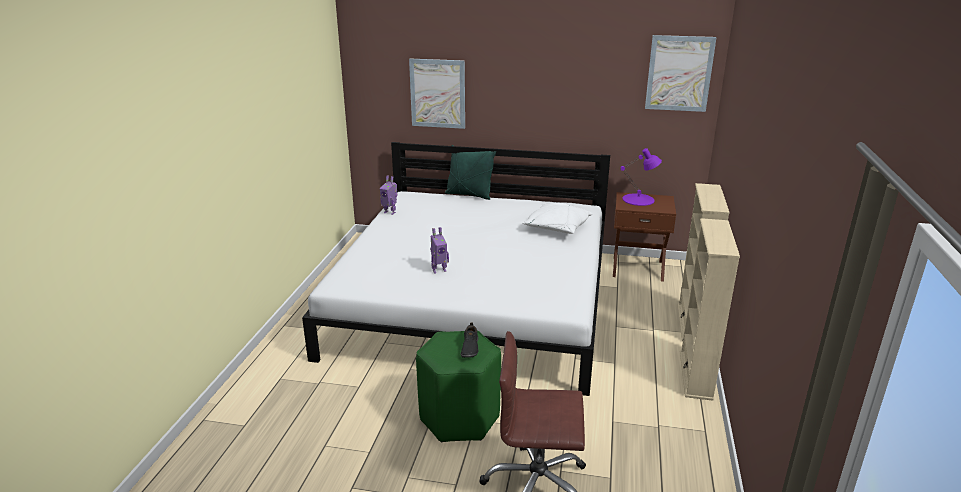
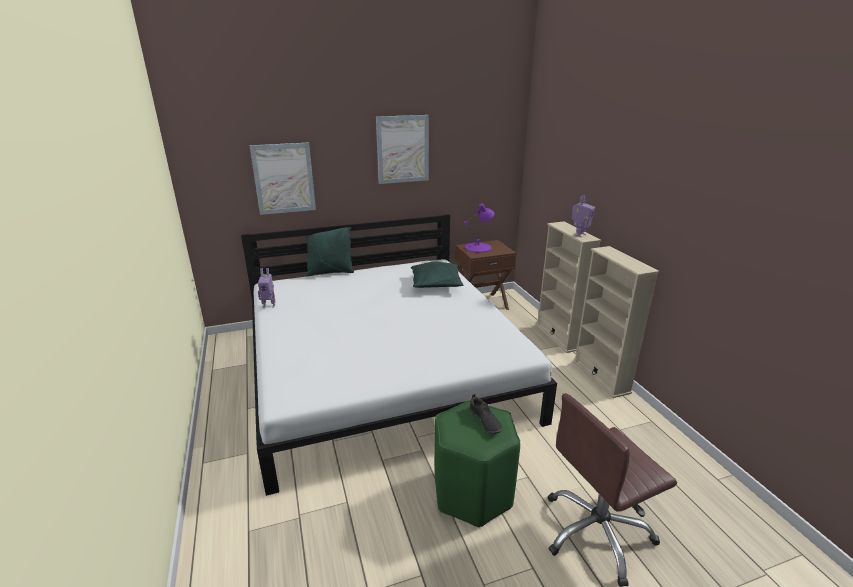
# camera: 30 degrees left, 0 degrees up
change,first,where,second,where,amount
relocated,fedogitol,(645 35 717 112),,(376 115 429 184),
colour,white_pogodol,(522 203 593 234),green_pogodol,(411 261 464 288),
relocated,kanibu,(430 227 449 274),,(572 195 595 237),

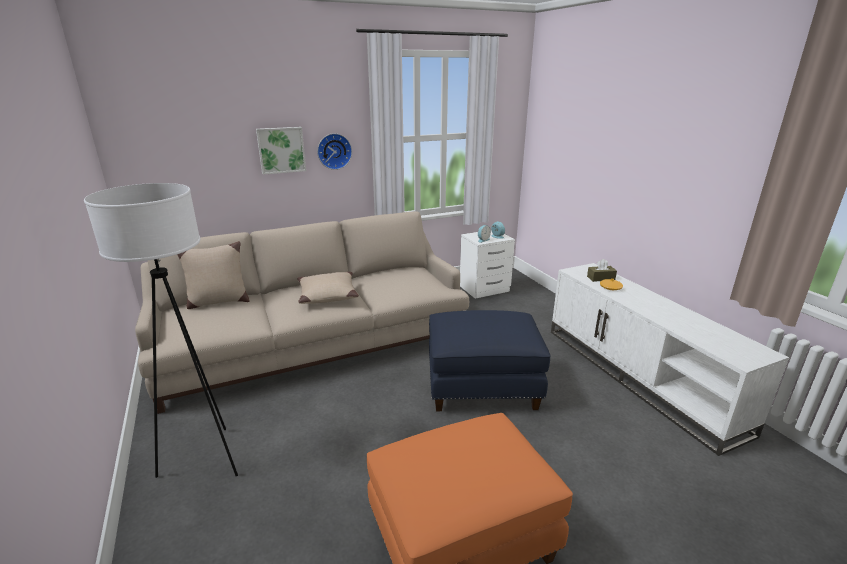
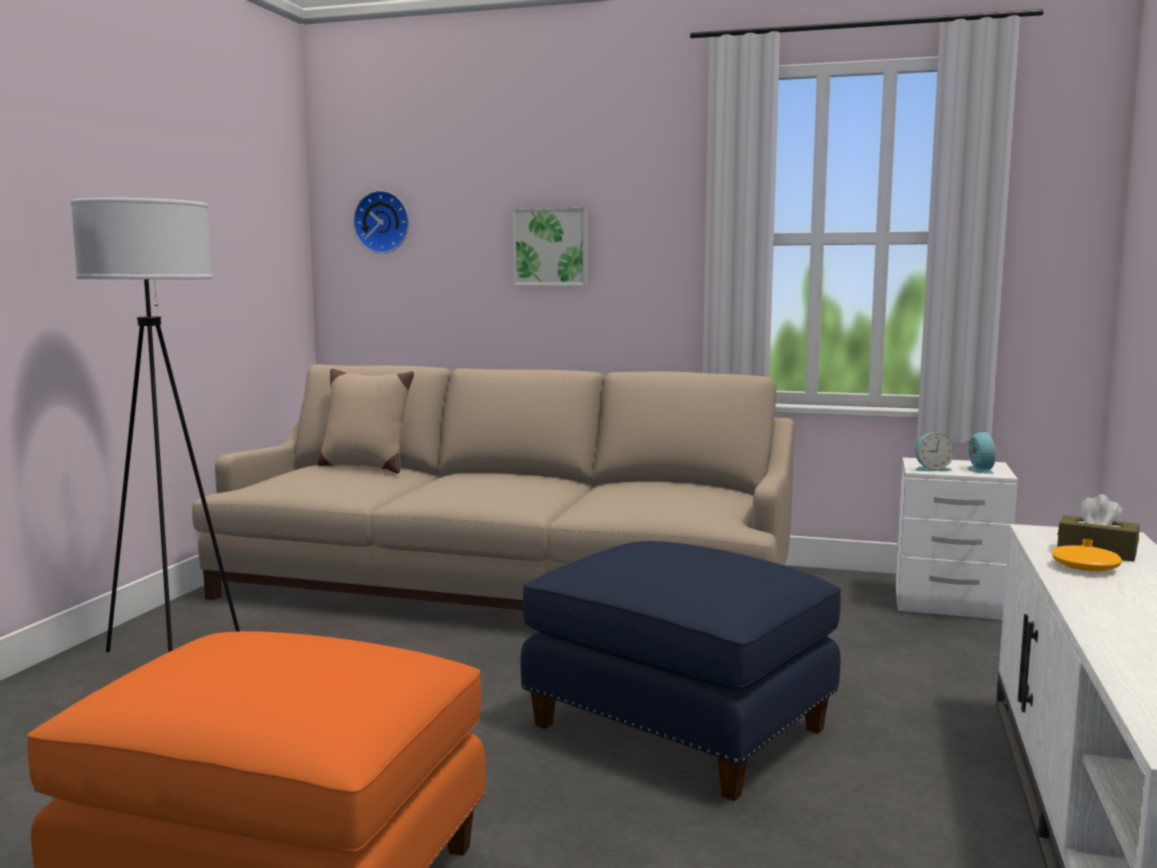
# camera: 40 degrees right, 15 degrees down
change,first,where,second,where,amount
relocated,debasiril,(317 133 352 170),,(353 190 409 254),
missing,beige_pogodol,(297 272 359 304),,,

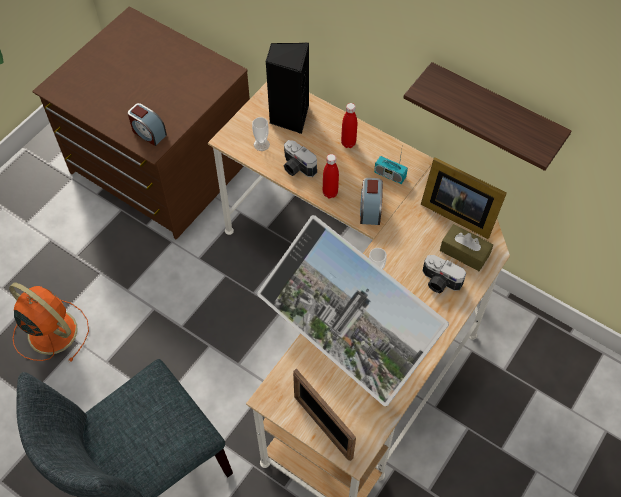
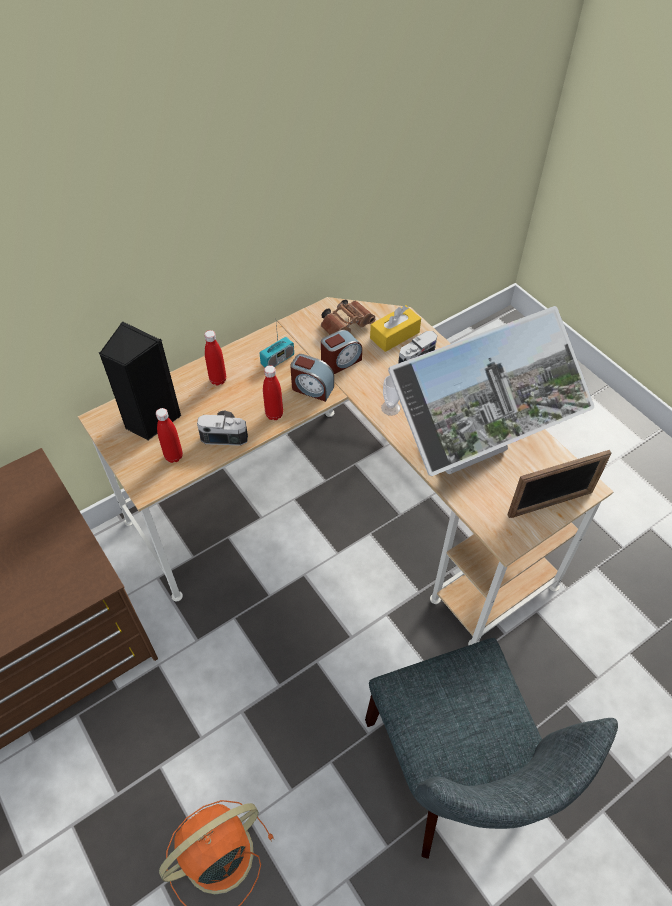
# camera: 70 degrees left, 5 degrees down
change,first,where,second,where,amount
missing,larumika,(404 62 571 171),,,
relocated,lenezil,(128 103 167 146),,(321 330 362 374),
exchanged,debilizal,(252 117 270 151),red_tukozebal,(156 408 183 463),
spun,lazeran,(284 140 317 177),,(197 410 248 446),150 degrees counterclockwise
exchanged,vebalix,(421 158 507 239),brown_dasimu,(321 300 375 335),
colour,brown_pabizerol,(440 224 493 271),yellow_pabizerol,(370 305 421 352),

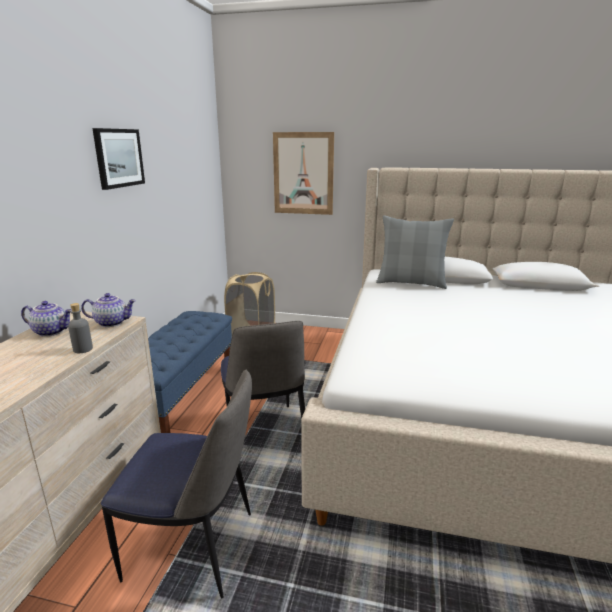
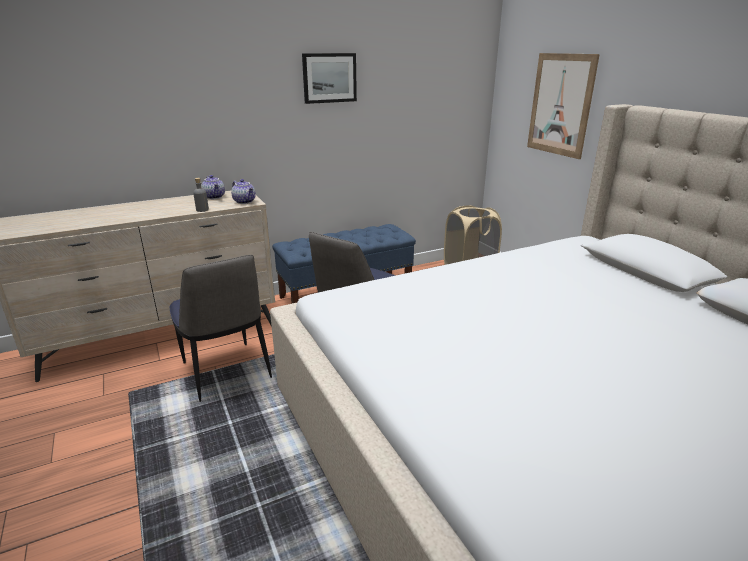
# camera: 50 degrees right, 5 degrees up
change,first,where,second,where,amount
missing,grey_pogodol,(376 215 454 289),,,

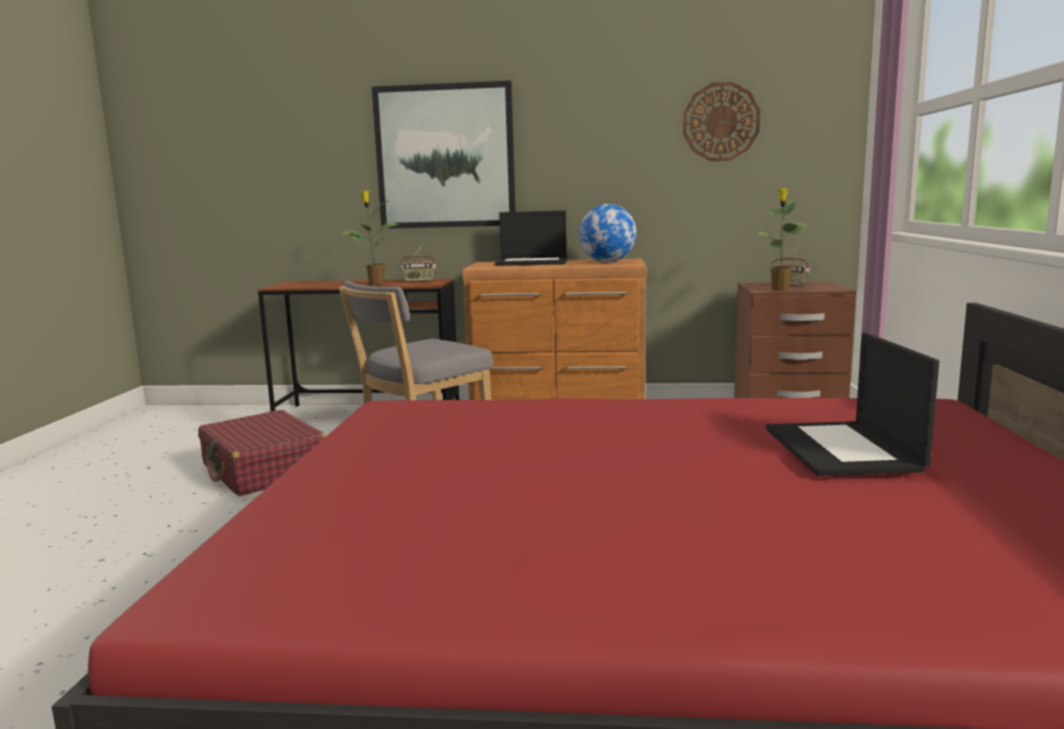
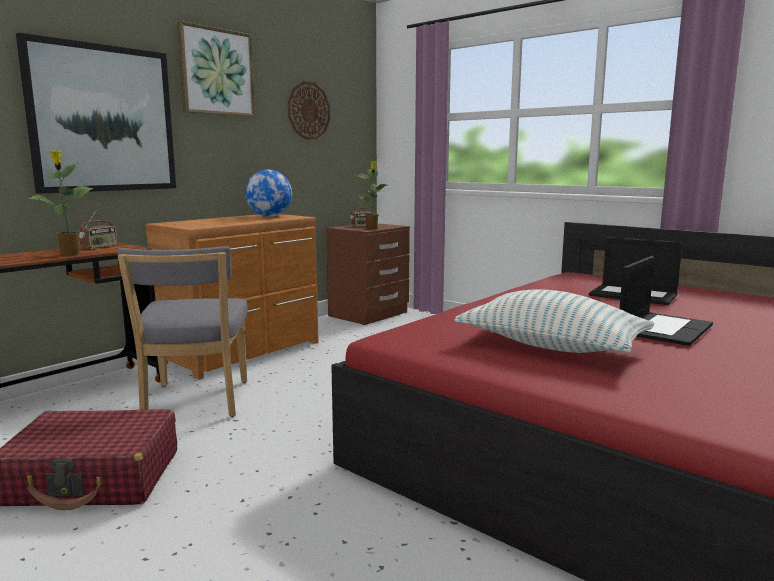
# camera: 55 degrees left, 0 degrees up
change,first,where,second,where,amount
relocated,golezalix,(495 211 567 266),,(619 256 713 346),
appeared,,,fedogitol,(177 21 255 117),
appeared,,,pogodol,(455 290 654 353),

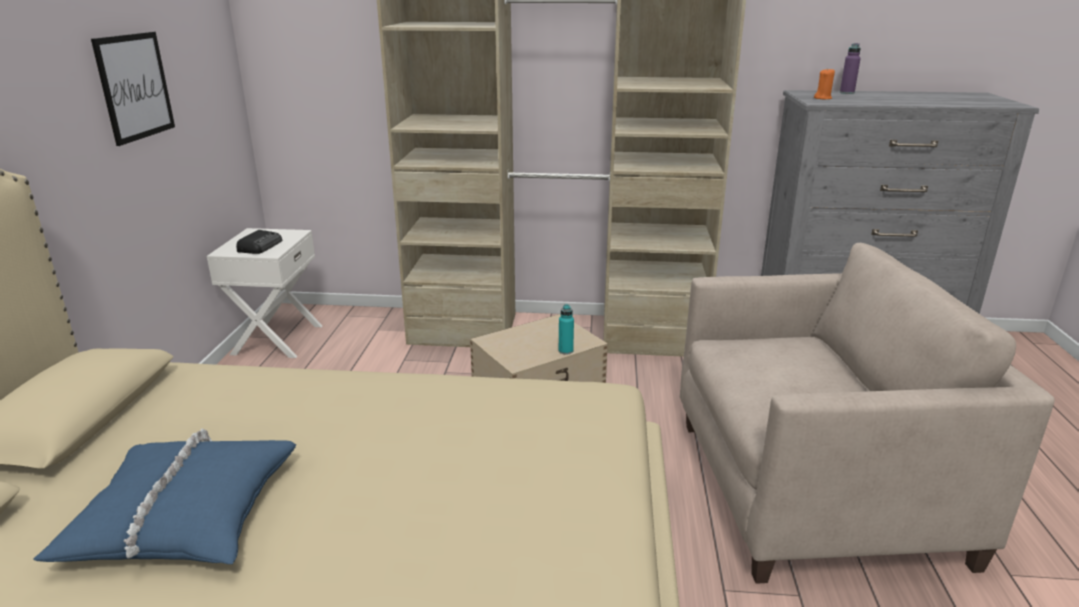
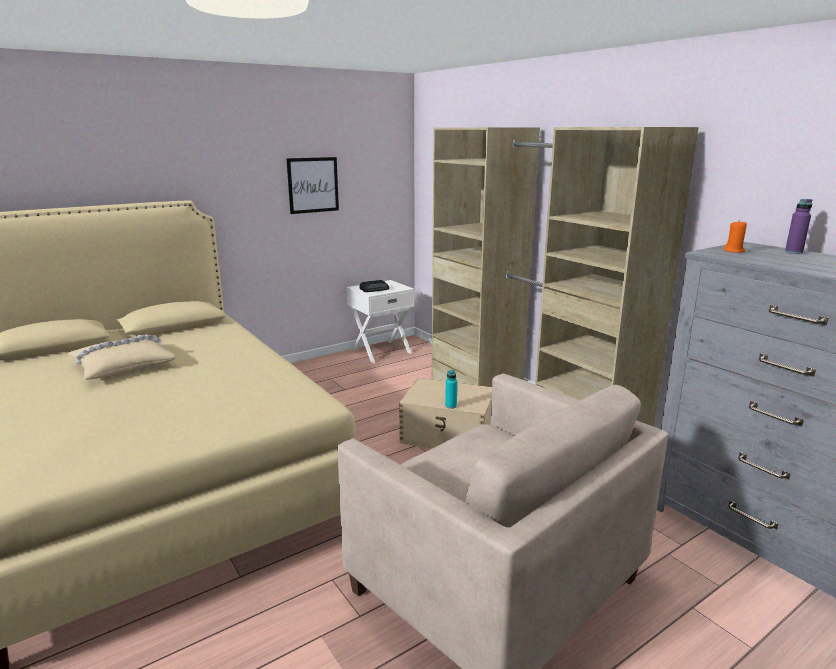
# camera: 50 degrees right, 5 degrees down
change,first,where,second,where,amount
colour,blue_pogodol,(33 429 296 564),beige_pogodol,(68 335 176 380),

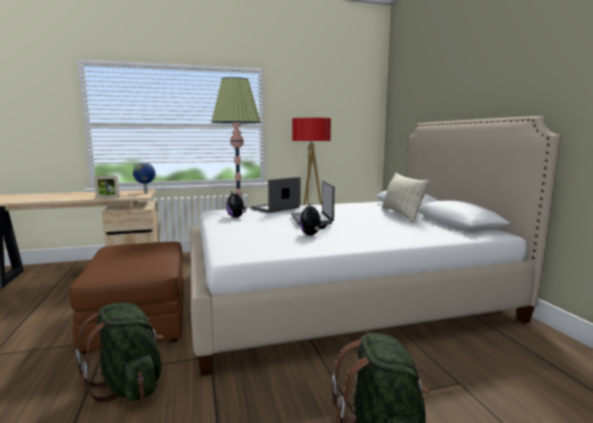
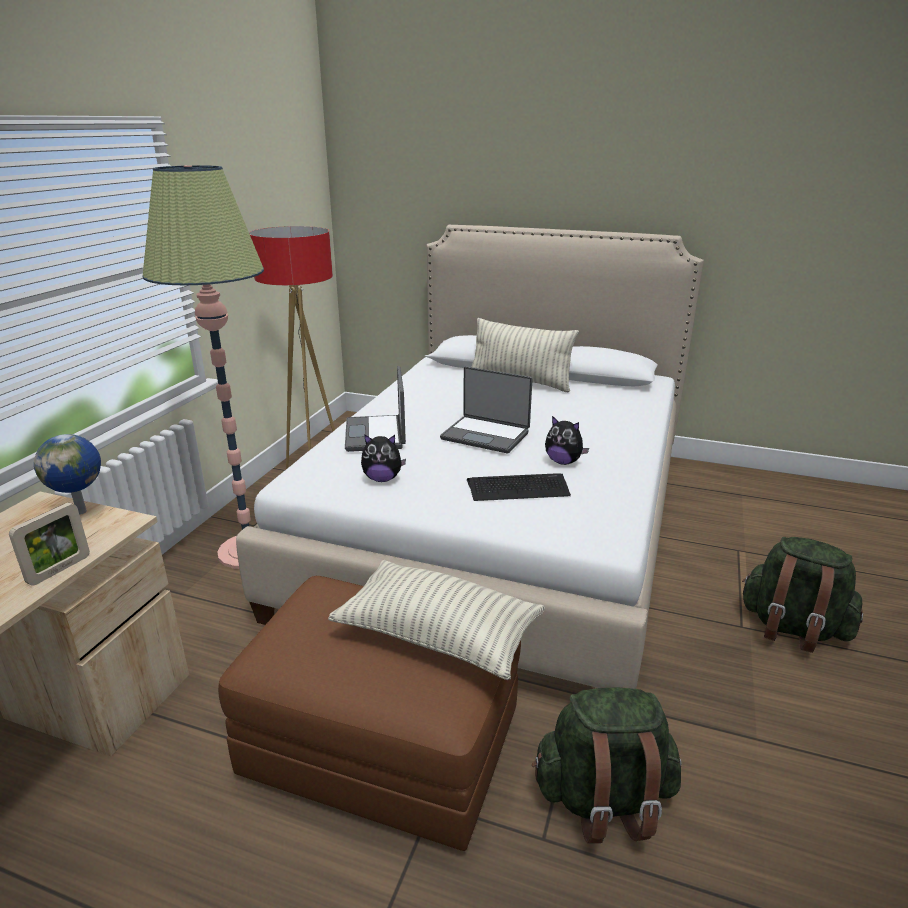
# camera: 55 degrees left, 15 degrees up
change,first,where,second,where,amount
appeared,,,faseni,(467 473 571 501),
appeared,,,pogodol,(328 560 545 680),

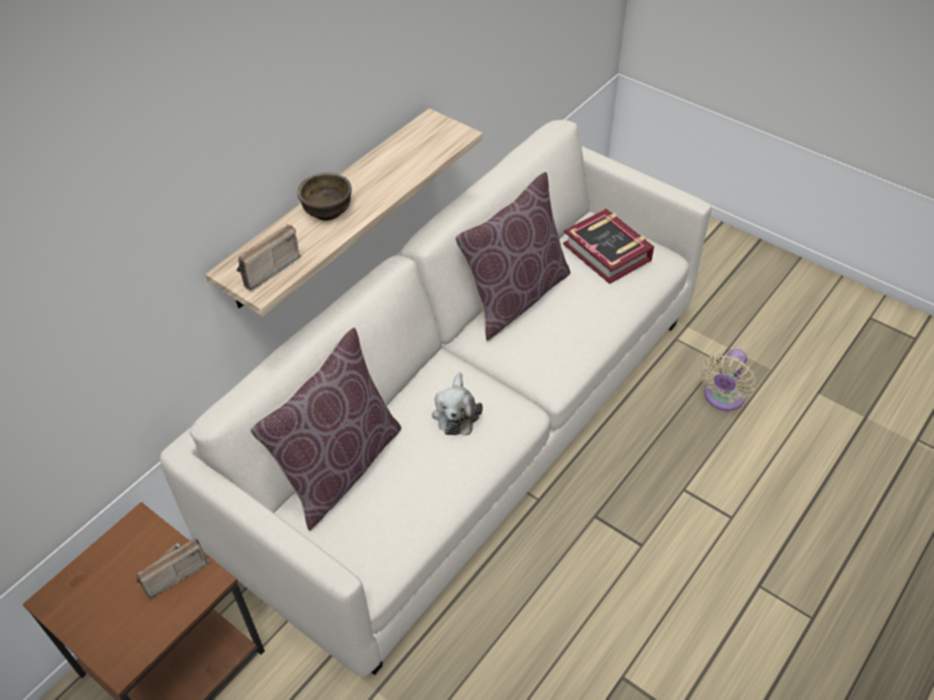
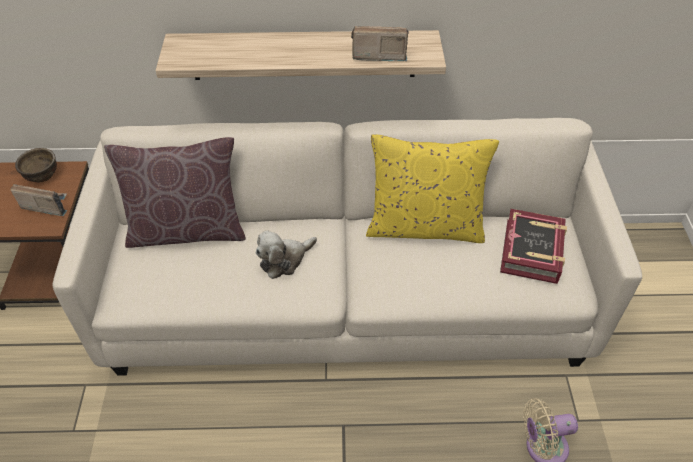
# camera: 50 degrees right, 0 degrees up
change,first,where,second,where,amount
colour,brown_pogodol,(455 172 570 341),yellow_pogodol,(366 134 499 243),
relocated,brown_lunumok,(298 173 352 221),,(15 148 57 182),
relocated,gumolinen,(236 224 301 291),,(351 26 409 61),

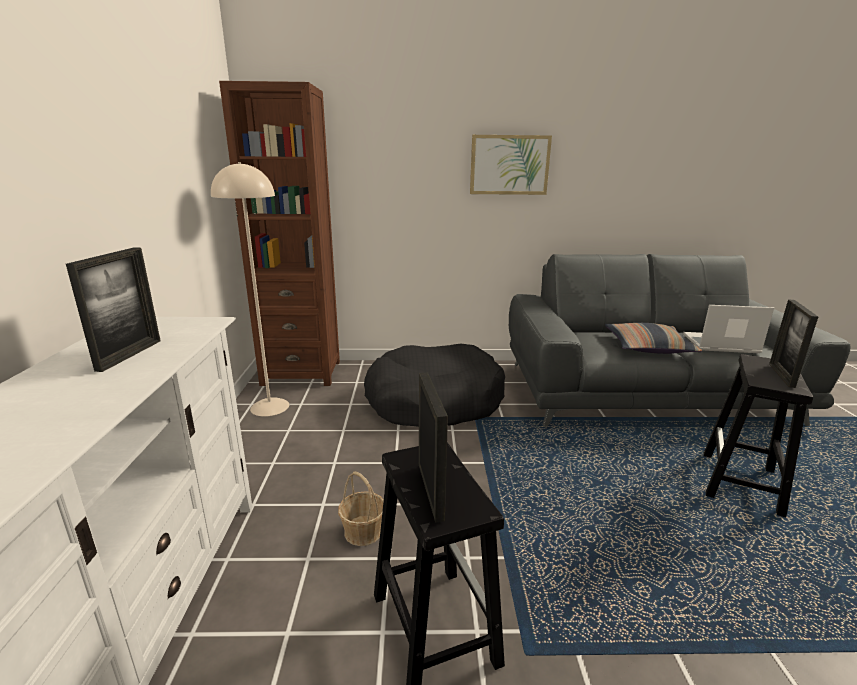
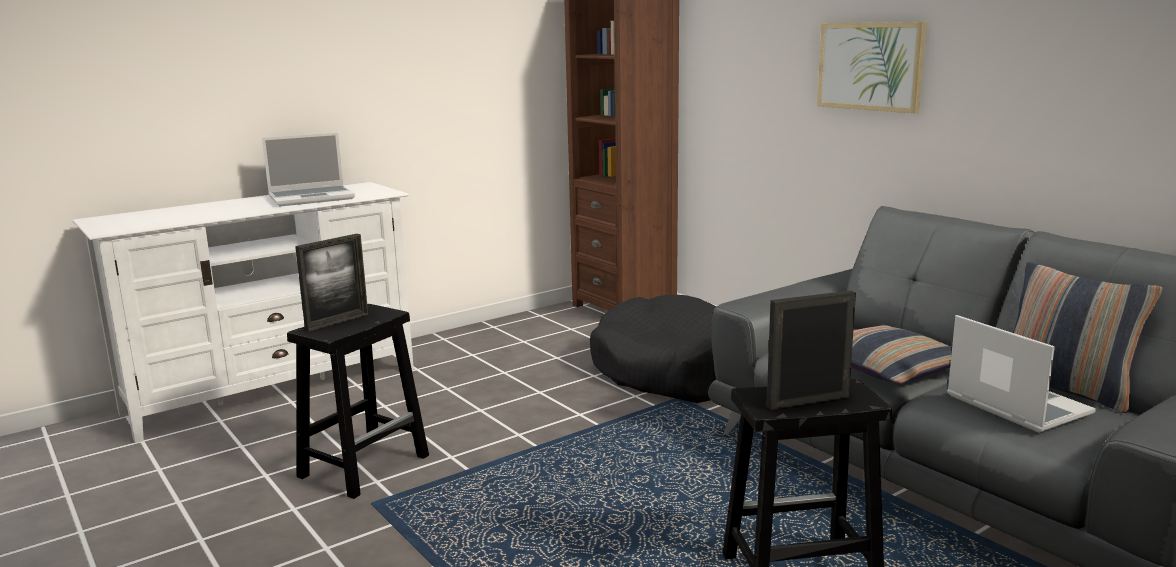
# camera: 55 degrees right, 5 degrees down
change,first,where,second,where,amount
missing,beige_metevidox,(211 162 289 416),,,
exchanged,vebalix,(66 247 161 372),golezalix,(262 133 355 206),
missing,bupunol,(338 472 384 546),,,
appeared,,,pogodol,(1013 262 1162 413),

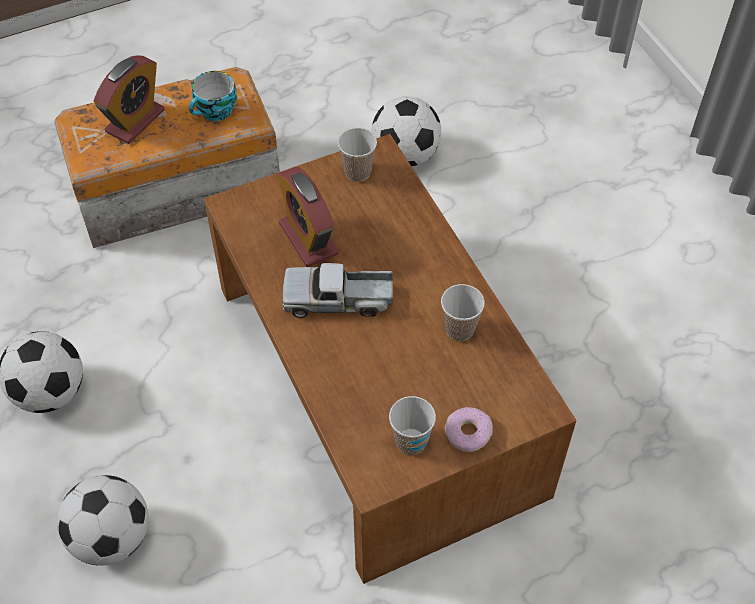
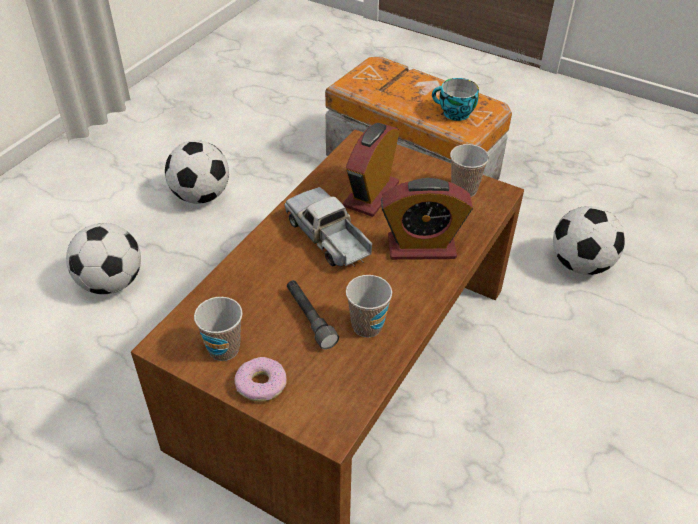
# camera: 55 degrees right, 10 degrees down
change,first,where,second,where,amount
relocated,lenezil,(94 55 165 144),,(381 178 473 260),
appeared,,,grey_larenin,(287 280 339 349),

